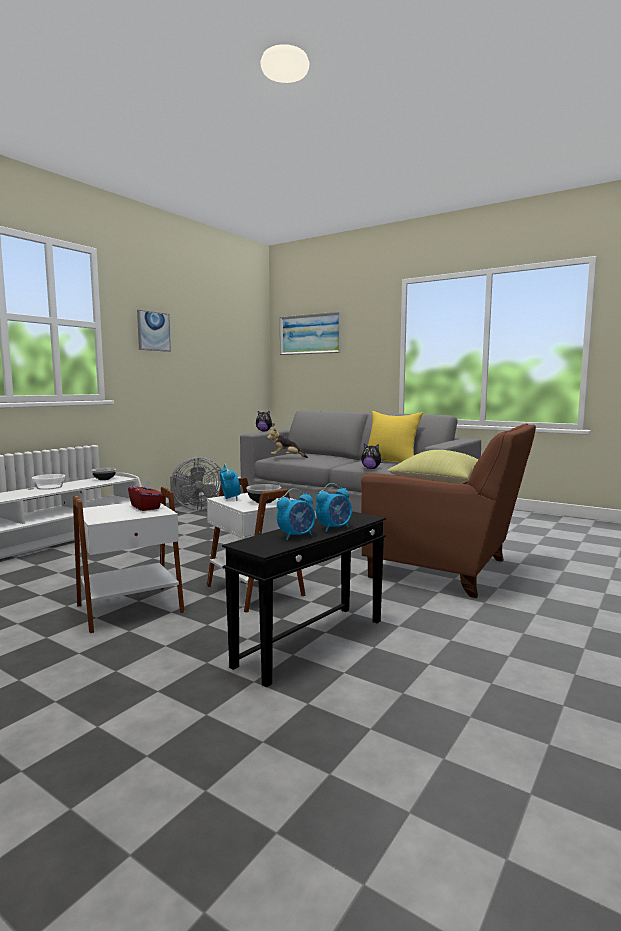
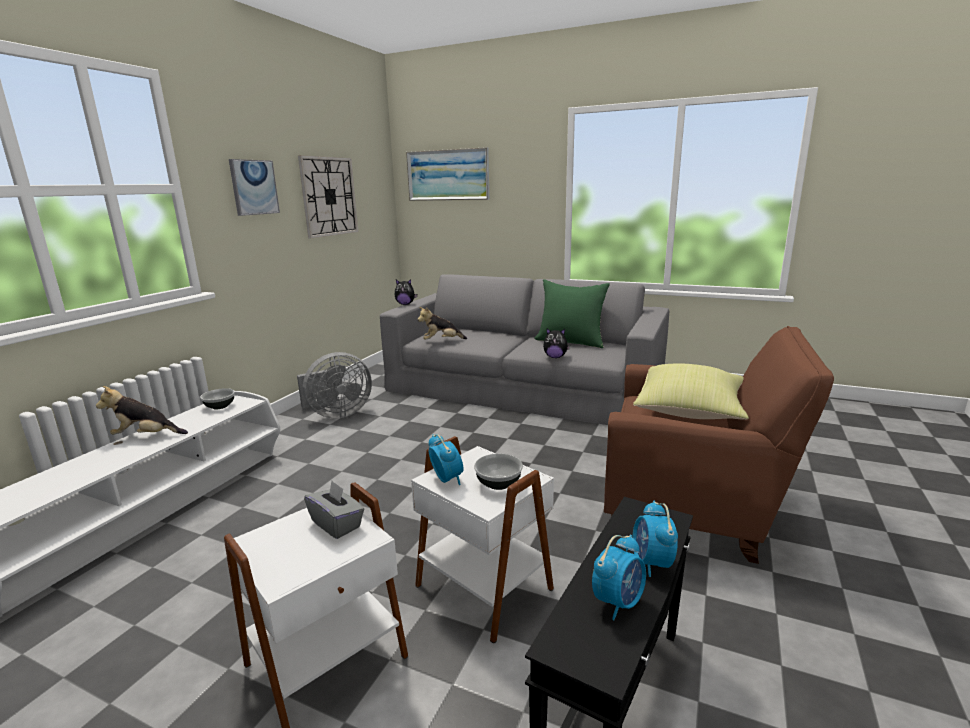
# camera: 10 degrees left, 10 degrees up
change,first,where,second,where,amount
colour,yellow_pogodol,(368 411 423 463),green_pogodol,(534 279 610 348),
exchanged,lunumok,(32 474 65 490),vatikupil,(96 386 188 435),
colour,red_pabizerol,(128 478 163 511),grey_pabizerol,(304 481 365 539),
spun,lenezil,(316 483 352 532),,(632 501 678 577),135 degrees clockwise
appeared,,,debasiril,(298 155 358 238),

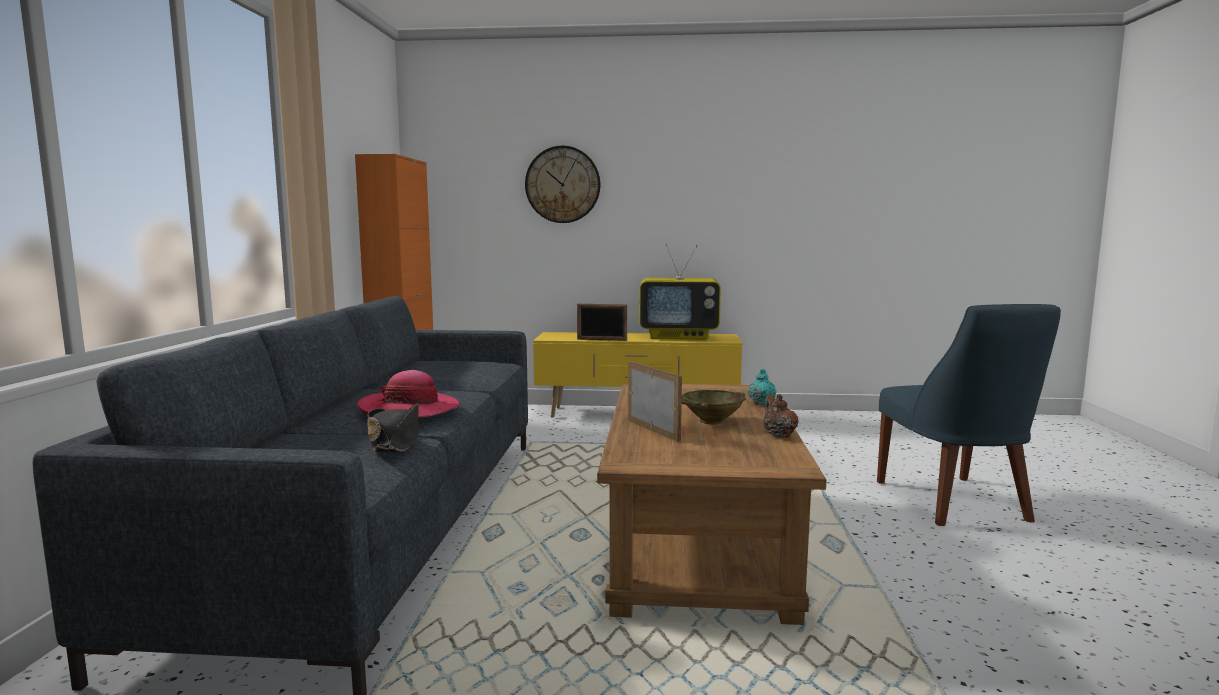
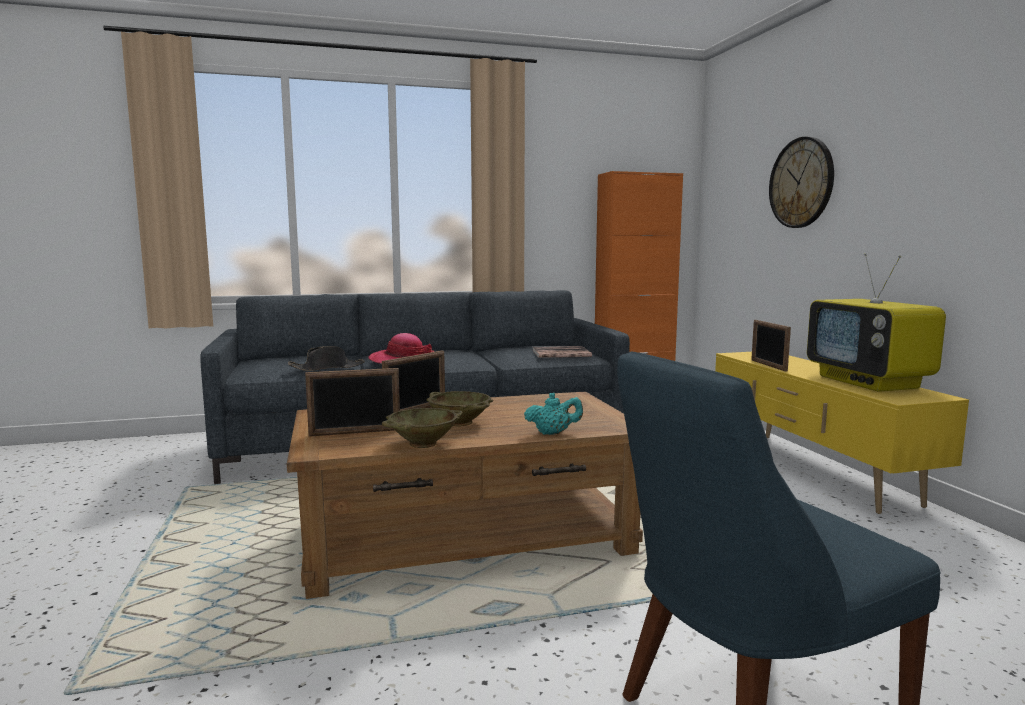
# camera: 70 degrees right, 0 degrees up
change,first,where,second,where,amount
exchanged,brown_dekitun,(763 394 799 438),beige_lunumok,(382 408 462 448),
appeared,,,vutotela,(532 346 592 358),
appeared,,,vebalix,(305 368 400 437),

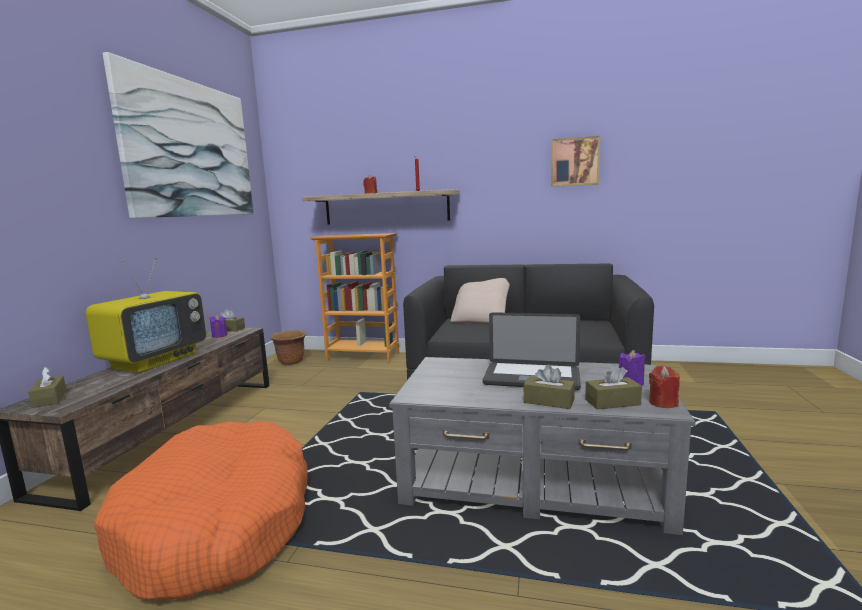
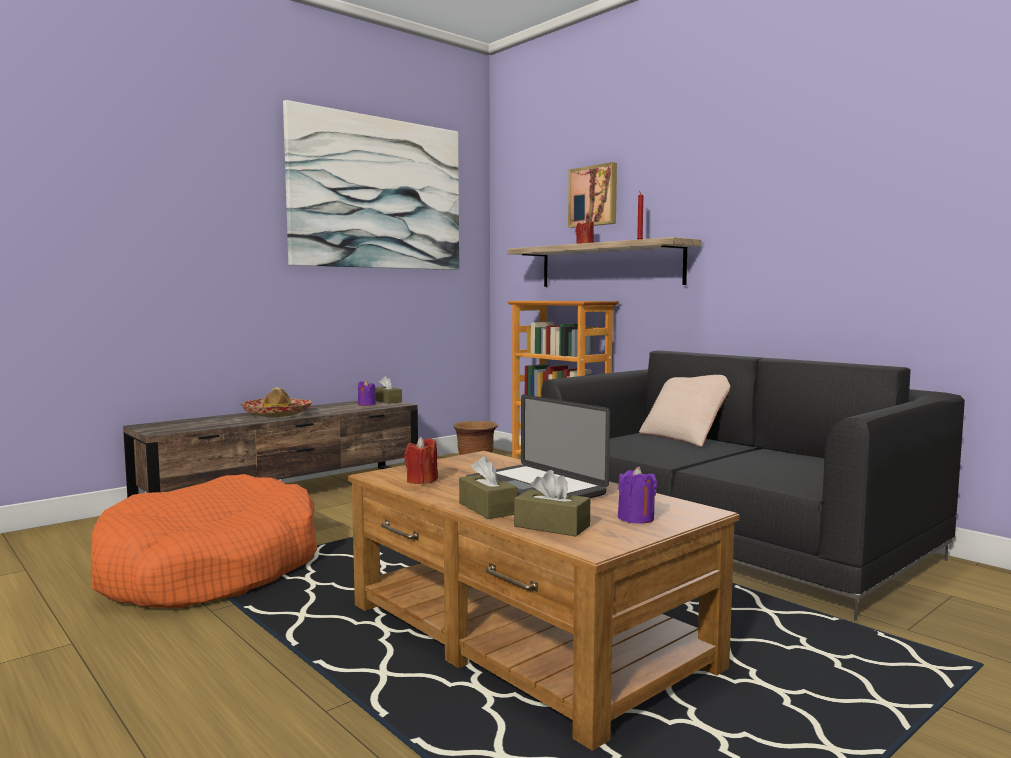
# camera: 35 degrees right, 5 degrees down
change,first,where,second,where,amount
relocated,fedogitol,(551 136 600 187),,(568 162 617 228),
exchanged,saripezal,(85 258 207 373),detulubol,(241 387 312 417),
colour,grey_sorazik,(389 357 696 535),brown_sorazik,(348 451 740 751),
relocated,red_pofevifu,(649 365 680 408),,(404 437 438 484),
missing,brown_pabizerol,(28 367 66 408),,,

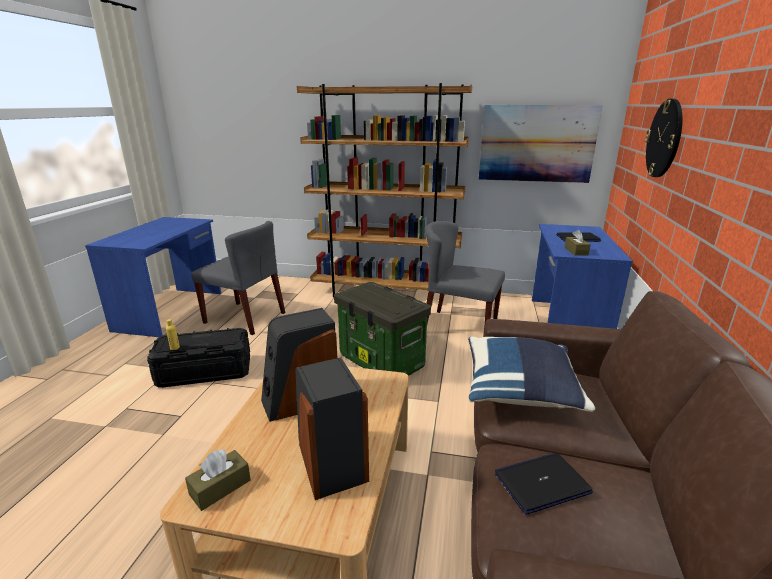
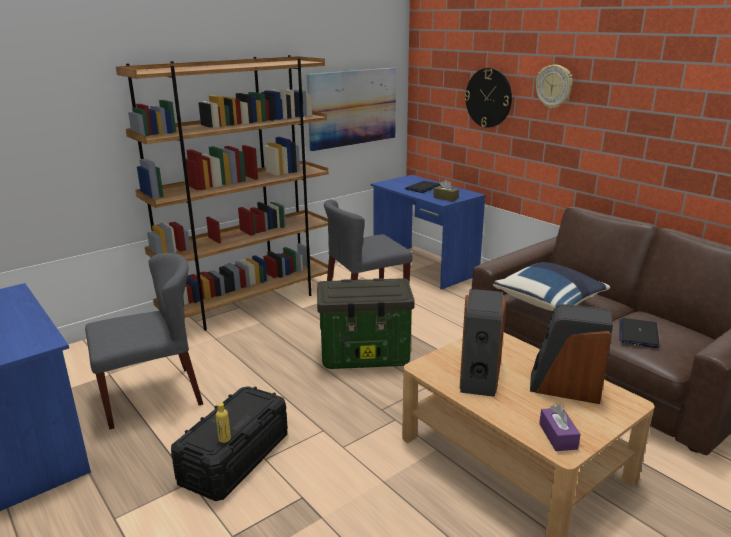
# camera: 50 degrees left, 0 degrees up
change,first,where,second,where,amount
colour,brown_pabizerol,(185 449 251 511),purple_pabizerol,(539 405 581 451),
appeared,,,debasiril,(536 65 573 109),

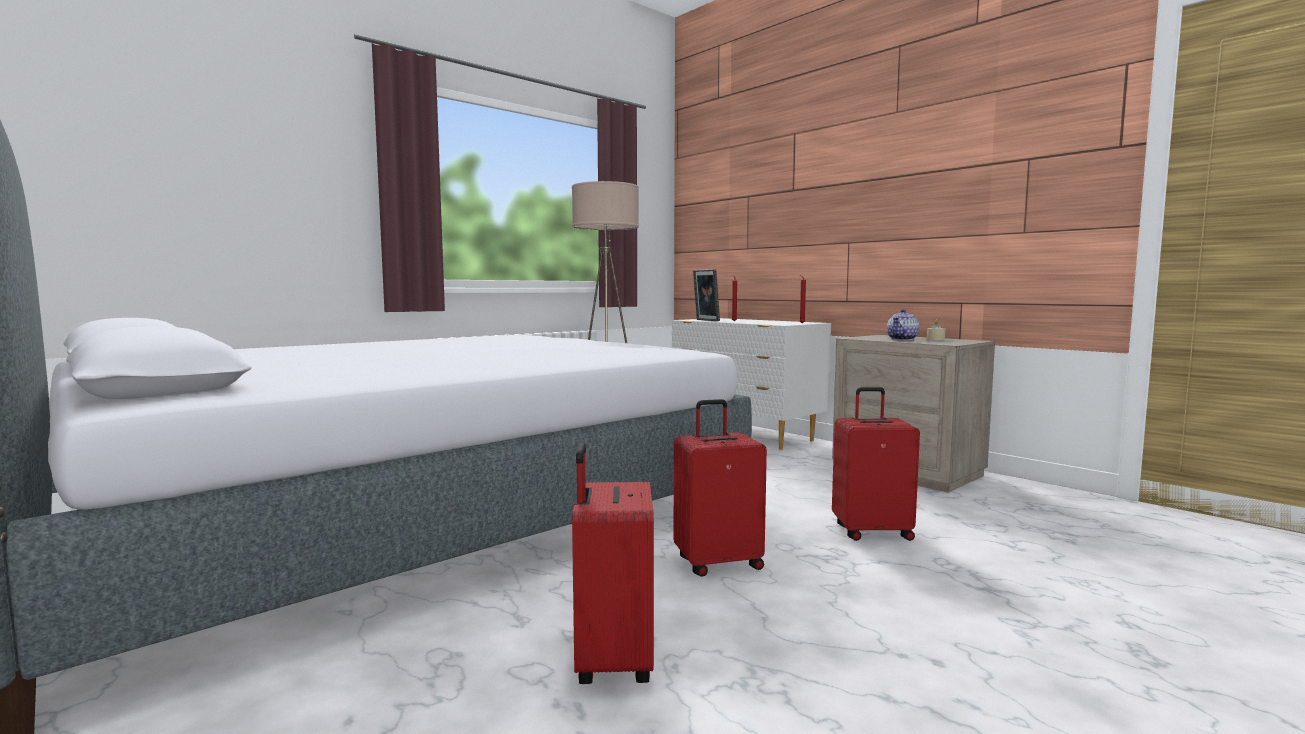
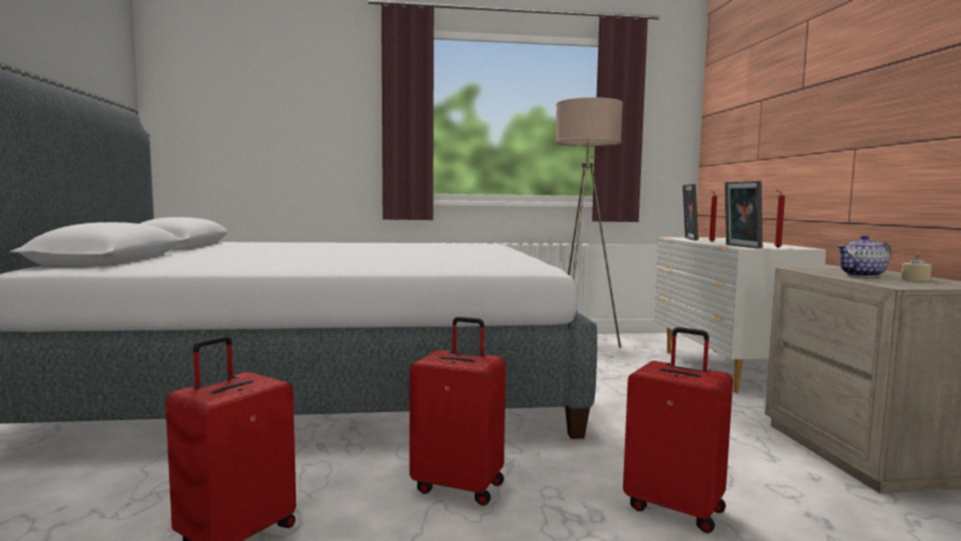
# camera: 35 degrees right, 0 degrees up
change,first,where,second,where,amount
appeared,,,vebalix,(725 181 763 249),

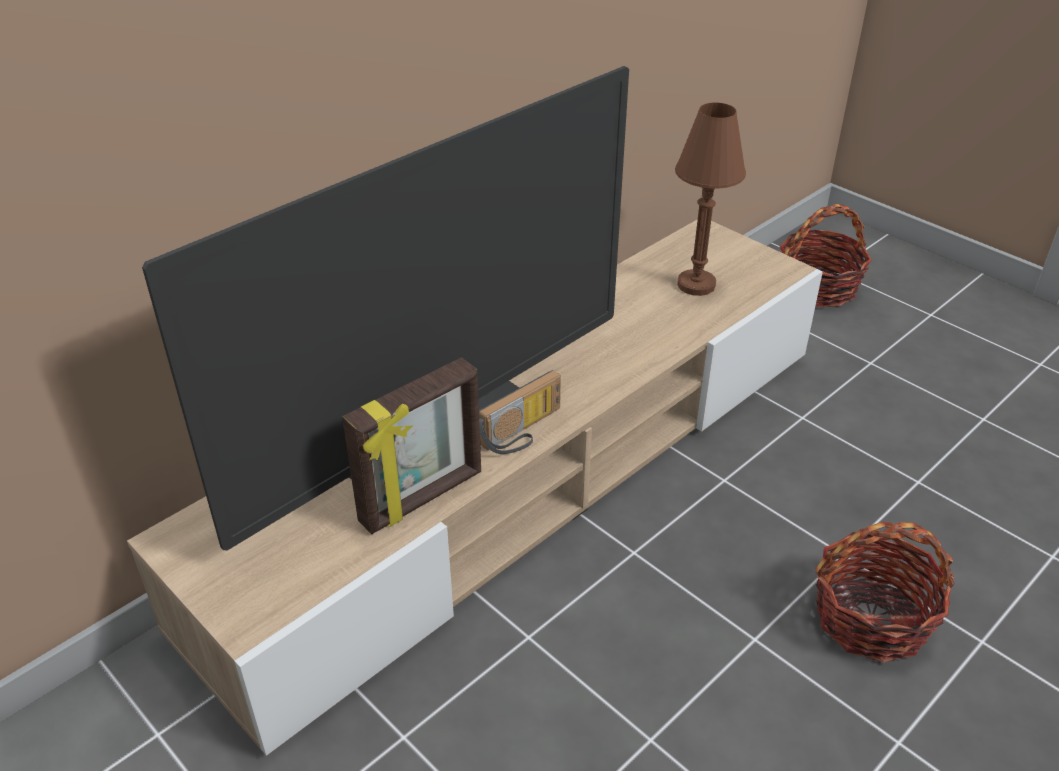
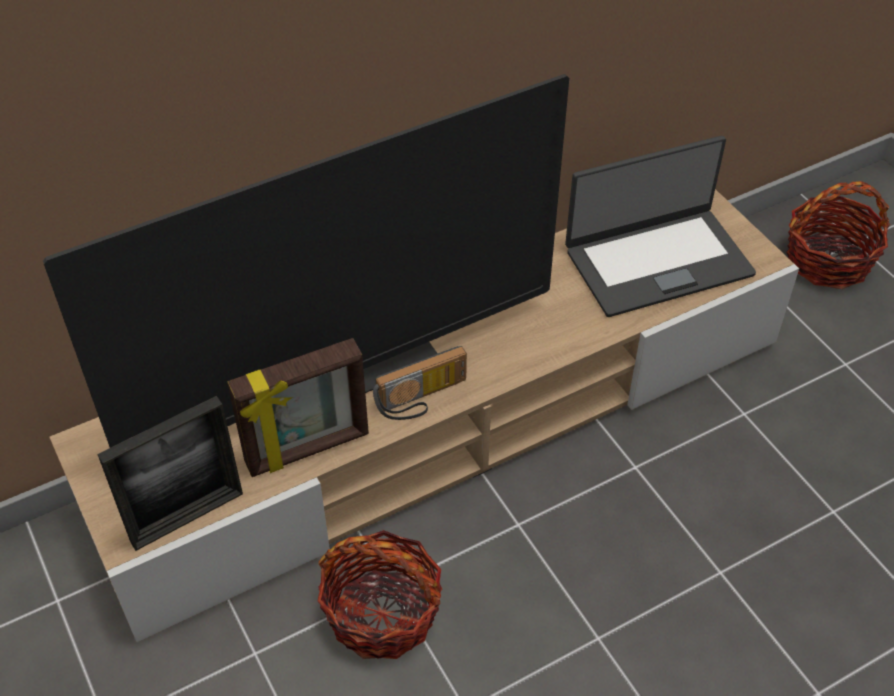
# camera: 15 degrees right, 10 degrees up
change,first,where,second,where,amount
exchanged,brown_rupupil,(675 102 746 296),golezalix,(565 136 756 317),
relocated,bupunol,(815 522 955 663),,(318 530 442 659),
appeared,,,vebalix,(97 396 243 551),

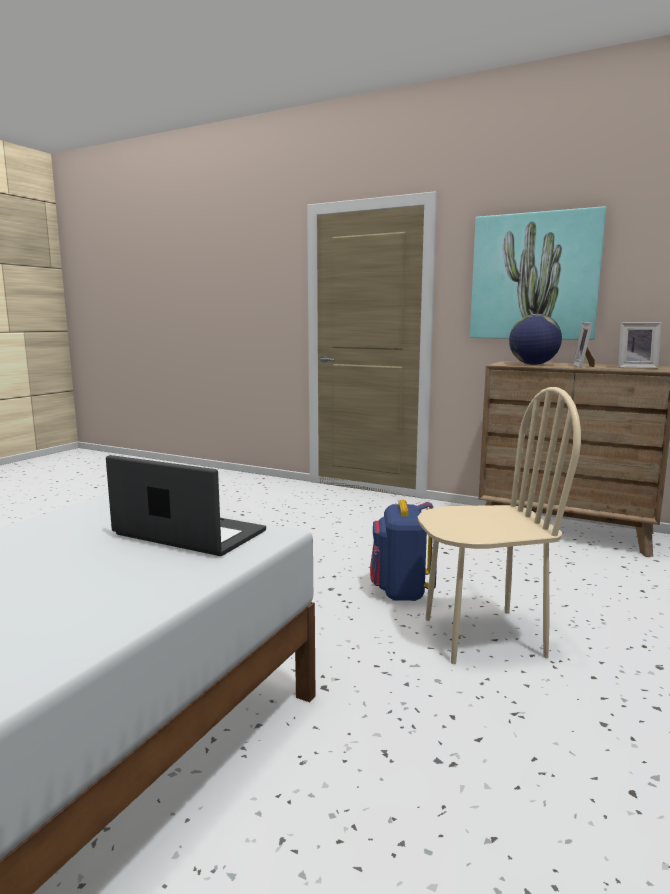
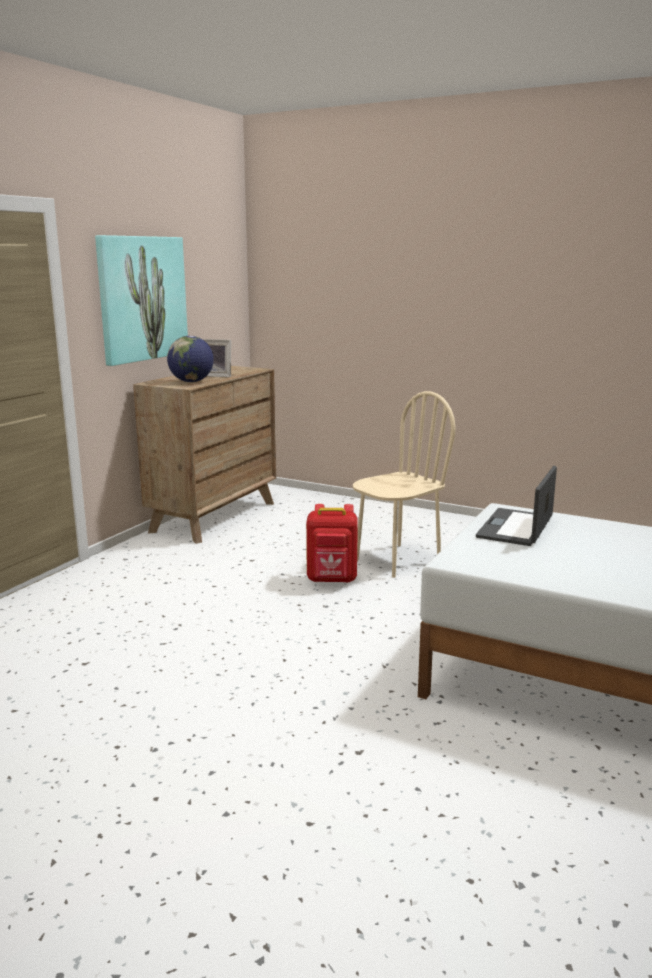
# camera: 90 degrees left, 5 degrees up
change,first,where,second,where,amount
missing,vebalix,(618 323 661 369),,,
spun,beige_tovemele,(418 387 581 664),,(353 391 455 578),60 degrees clockwise
colour,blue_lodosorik,(370 500 437 601),red_lodosorik,(306 504 358 583),

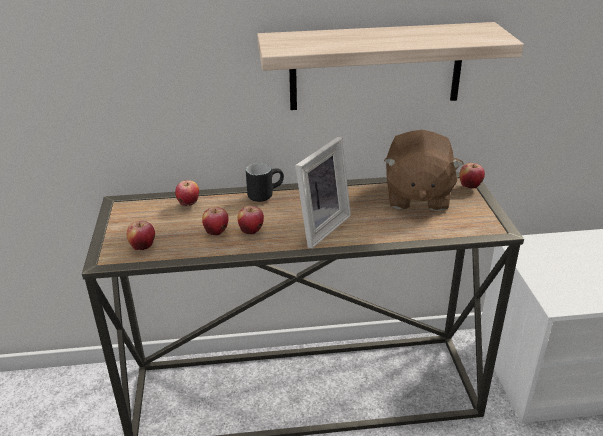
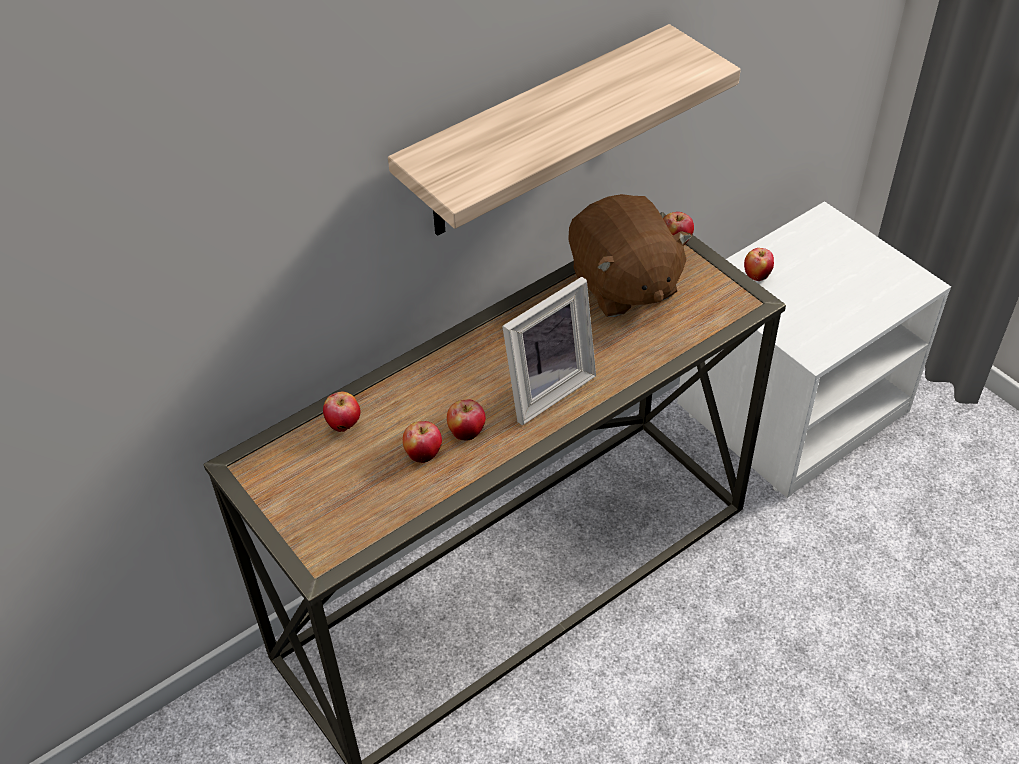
# camera: 30 degrees left, 15 degrees up
change,first,where,second,where,amount
spun,vebalix,(295 137 351 249),,(502 277 596 425),45 degrees clockwise
missing,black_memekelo,(246 163 284 202),,,
relocated,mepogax,(127 221 155 250),,(744 248 774 281),

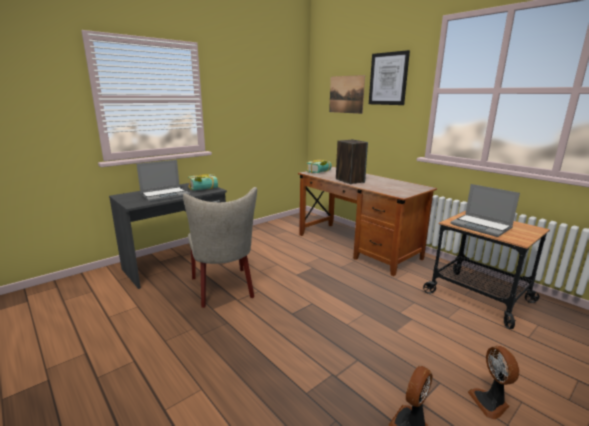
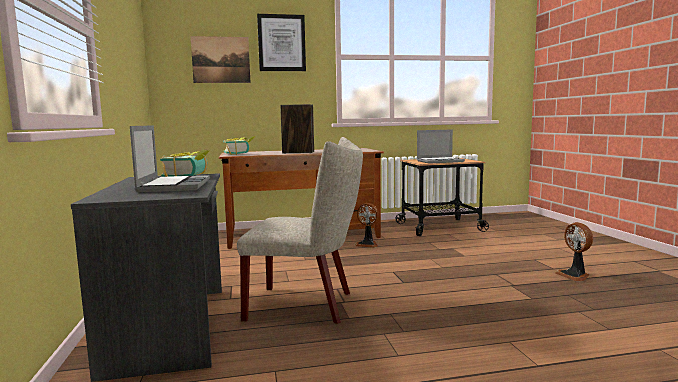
# camera: 60 degrees left, 10 degrees down
change,first,where,second,where,amount
relocated,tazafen,(468 346 519 419),,(355 203 379 248),

